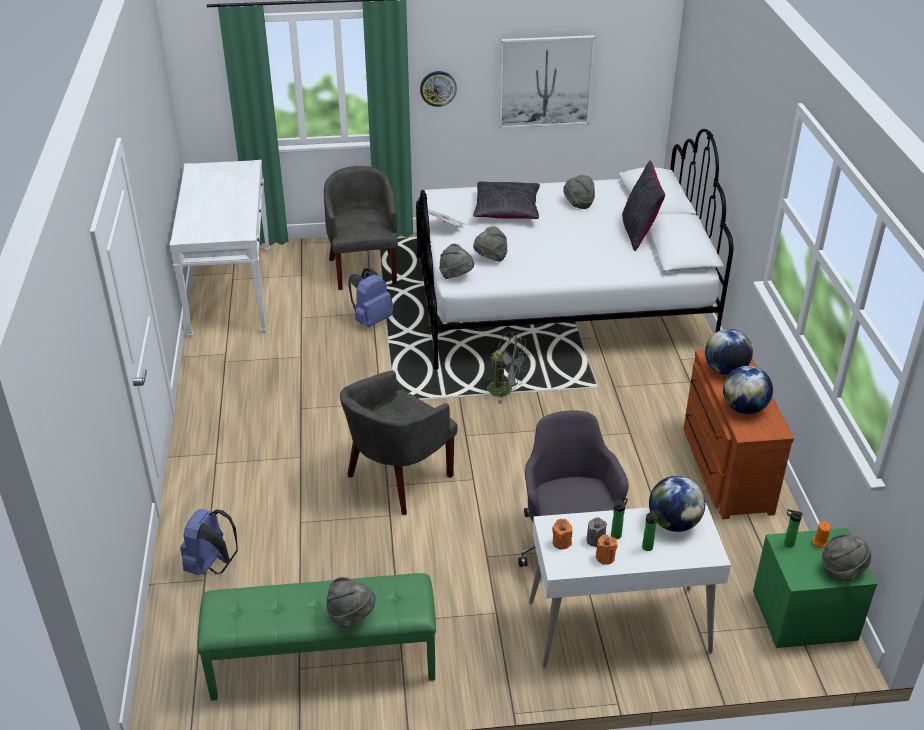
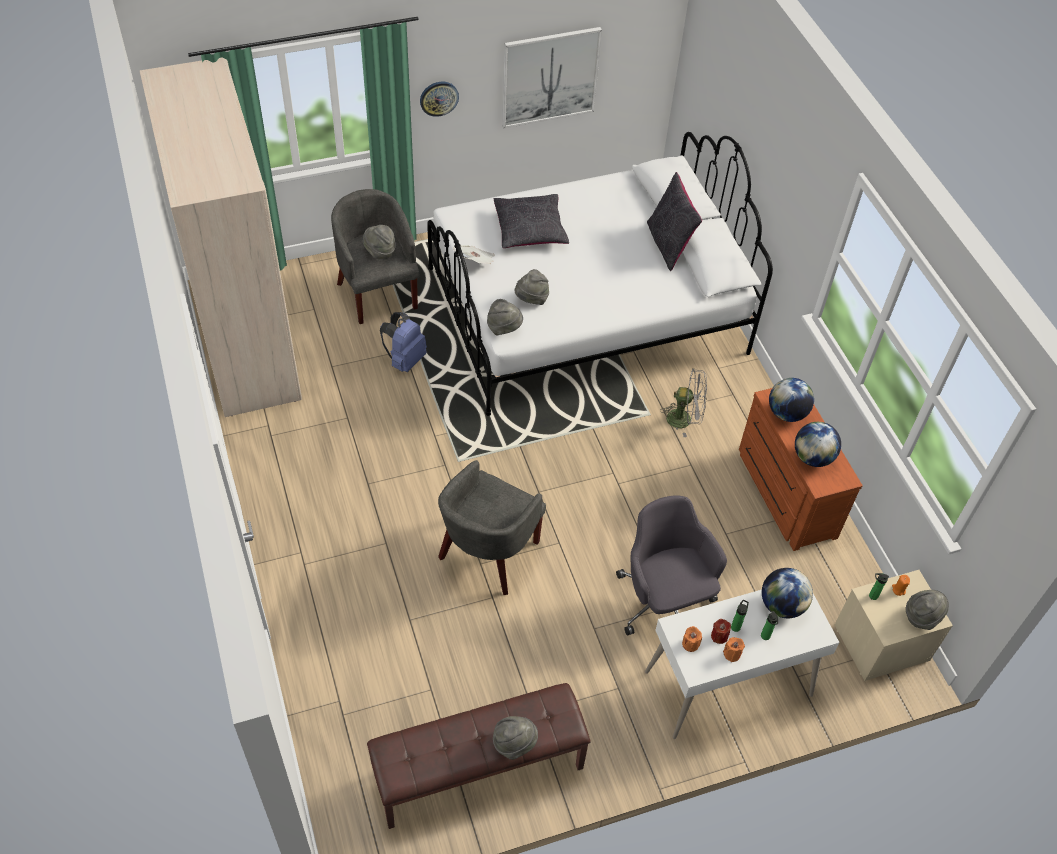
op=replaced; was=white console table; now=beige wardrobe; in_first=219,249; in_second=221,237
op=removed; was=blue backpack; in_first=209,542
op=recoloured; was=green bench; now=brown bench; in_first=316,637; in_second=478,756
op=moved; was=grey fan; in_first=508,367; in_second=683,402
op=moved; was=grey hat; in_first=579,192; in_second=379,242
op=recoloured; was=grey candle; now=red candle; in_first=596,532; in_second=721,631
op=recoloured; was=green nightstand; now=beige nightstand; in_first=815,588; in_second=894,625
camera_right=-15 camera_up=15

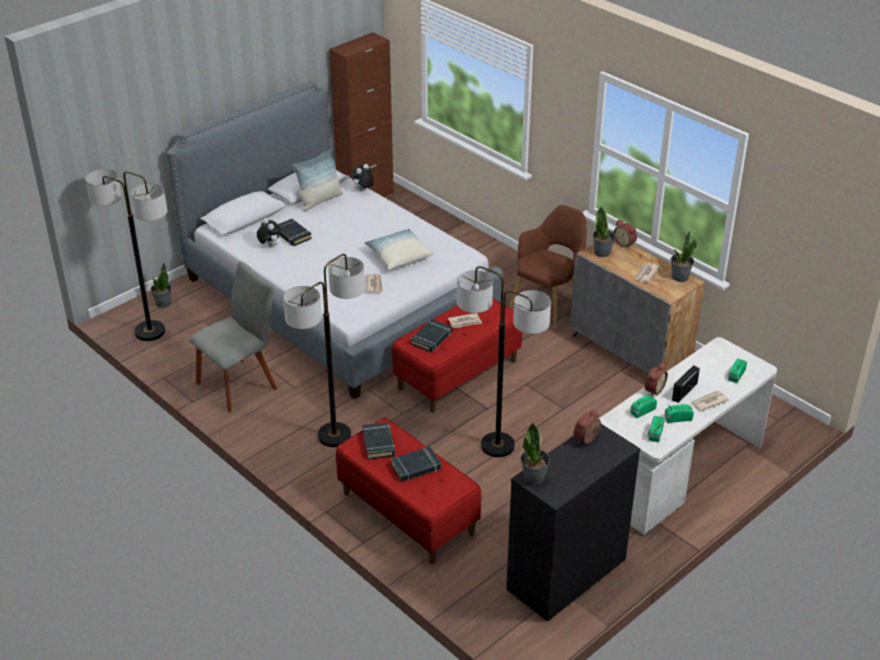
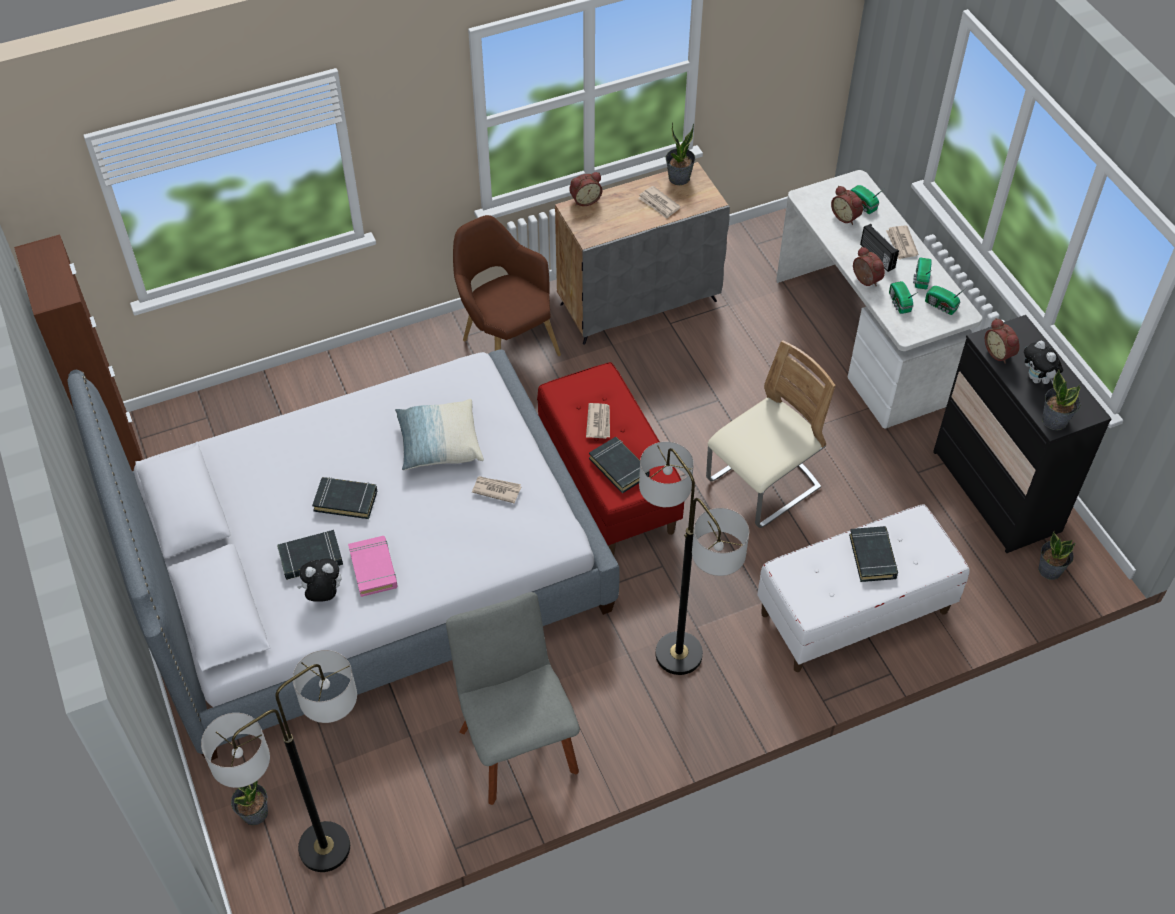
op=removed; was=pillow; in_first=317,180
op=recoloured; was=red bench; now=white bench; in_first=408,491; in_second=863,588
op=moved; was=plush toy; in_first=362,177; in_second=1043,362
op=moved; was=black book; in_first=378,440; in_second=344,498
op=replaced; was=floor lamp; now=beige chair; in_first=504,361; in_second=771,434
op=moved; was=potted plant; in_first=604,232; in_second=1057,555
op=added; now=pink book; in_second=373,566
op=added; now=alarm clock; in_second=847,205
camera_right=-70 camera_up=15

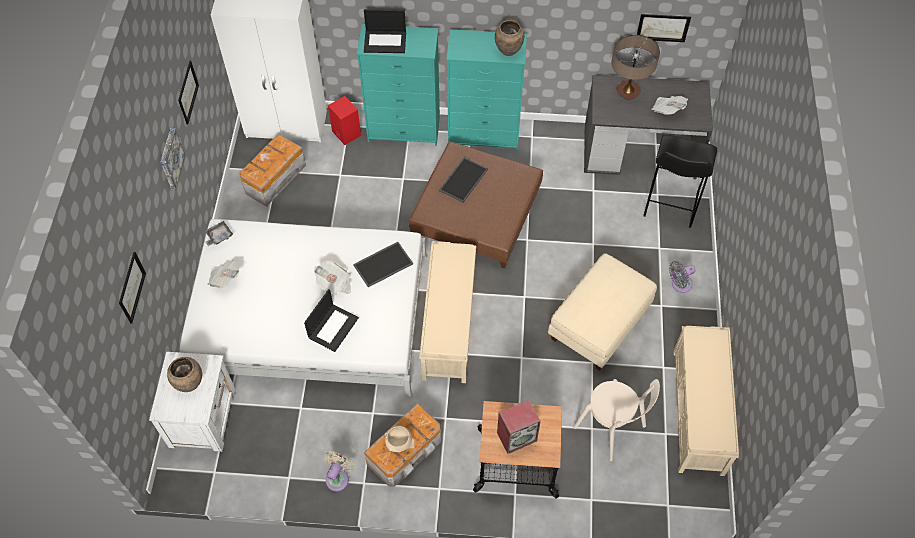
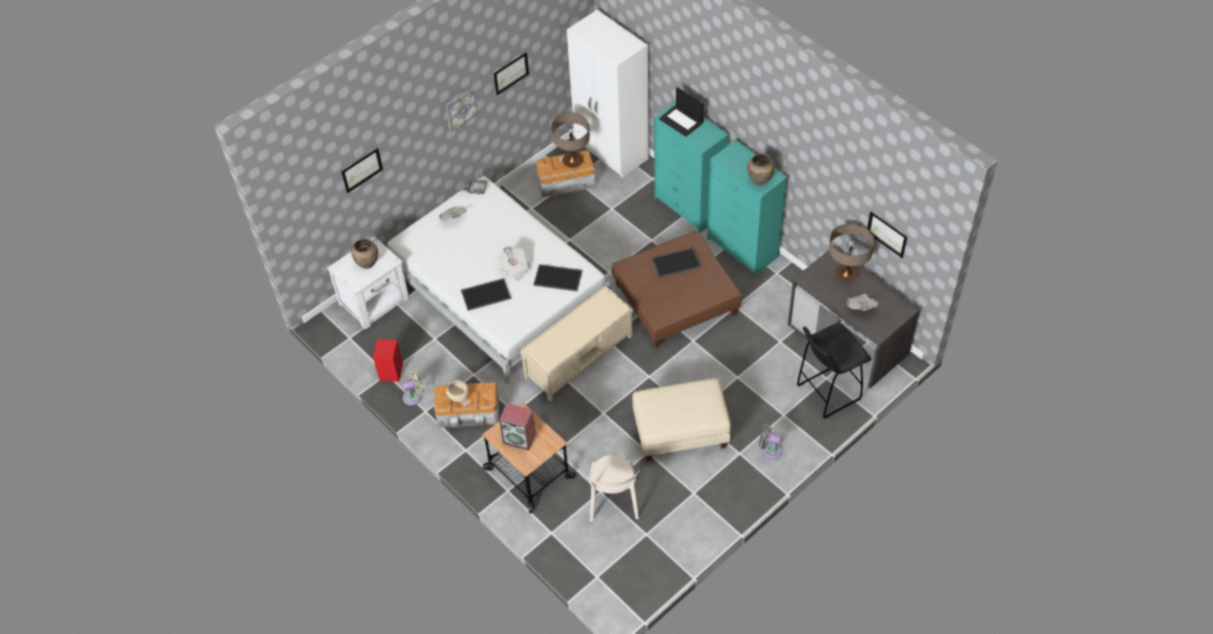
op=replaced; was=laptop; now=tray; in_first=331,320; in_second=486,294
op=moved; was=red speaker; in_first=344,120; in_second=388,360
op=removed; was=beige bench; in_first=706,401
op=added; now=table lamp; in_second=571,140
camera_right=45 camera_up=-5

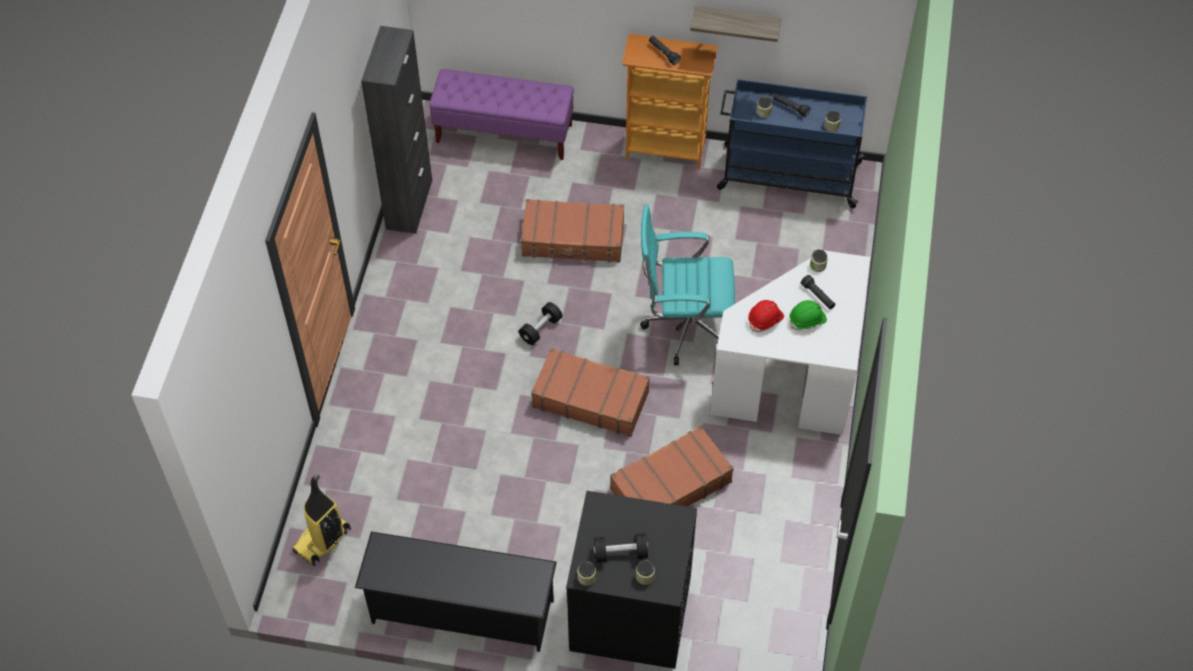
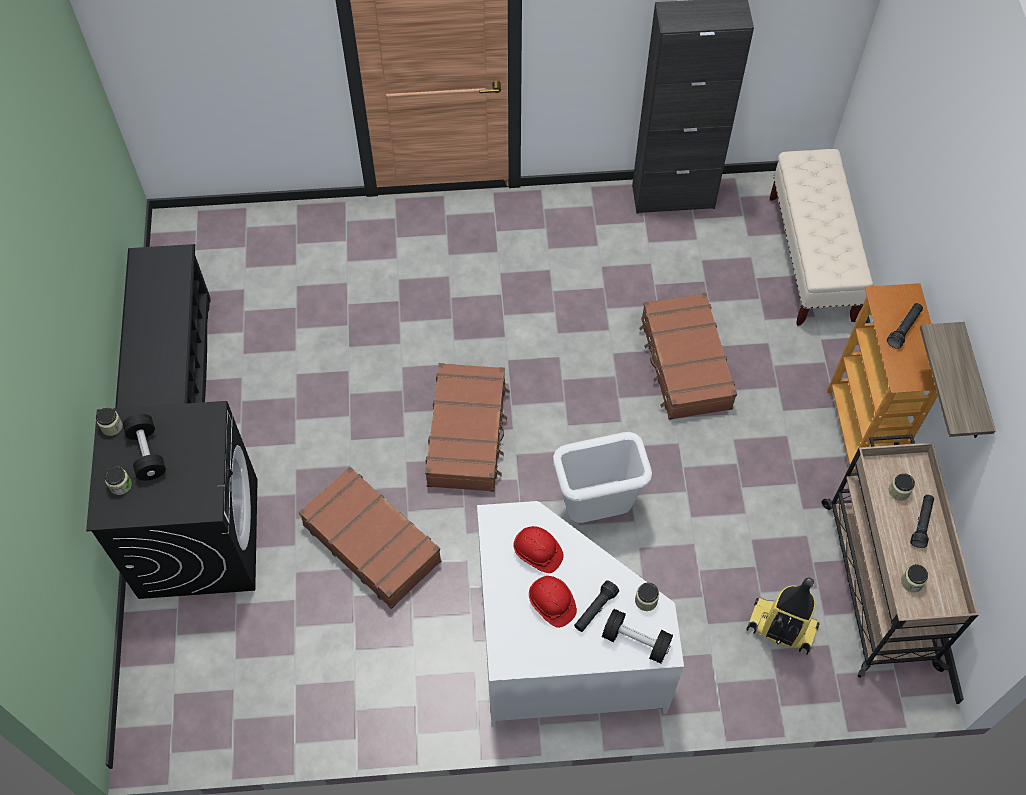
op=moved; was=vacuum cleaner; in_first=321,520; in_second=783,616
op=recoloured; was=purple bench; now=beige bench; in_first=501,114; in_second=821,237
op=moved; was=black dumbbell; in_first=541,323; in_second=637,636
op=replaced; was=turquoise office chair; now=white trash can; in_first=687,284; in_second=602,477
op=recoloured; was=blue cart; now=beige cart; in_first=792,144; in_second=899,556
op=recoloured; was=green hard hat; now=red hard hat; in_first=808,315; in_second=553,602
camera_right=75 camera_up=5

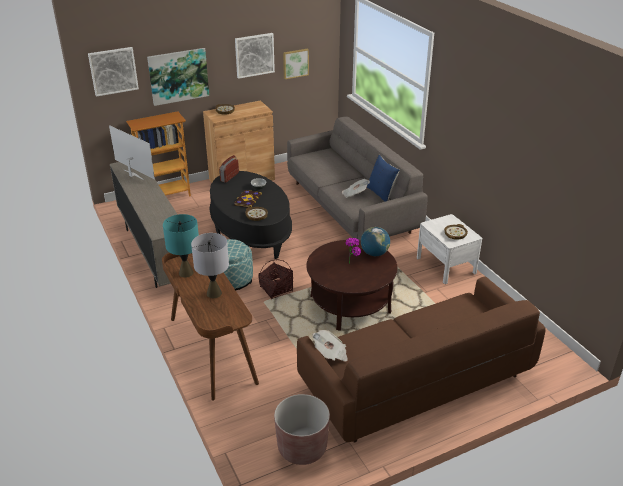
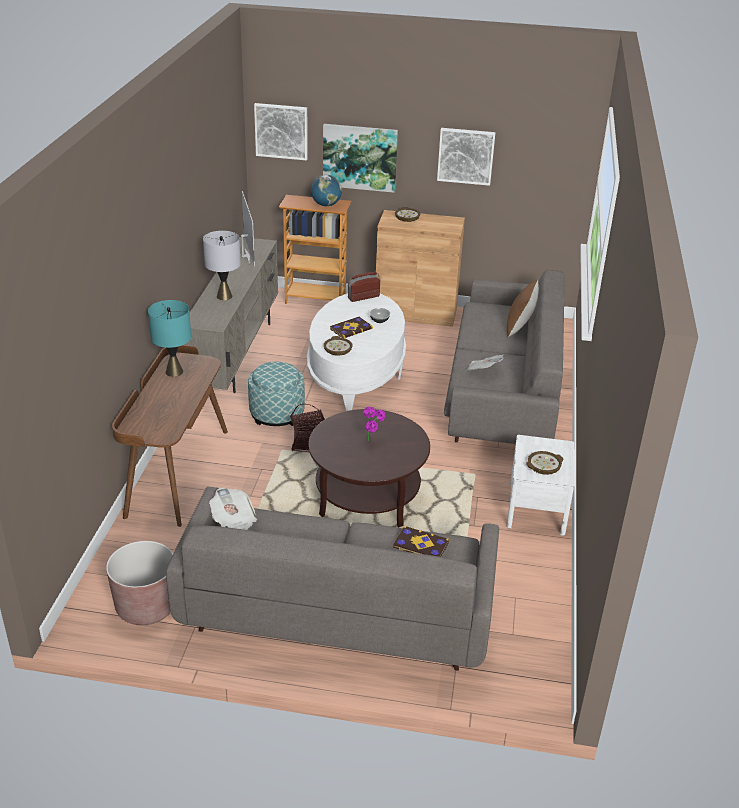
op=moved; was=grey table lamp; in_first=210,265; in_second=222,265
op=recoloured; was=black coffee table; now=white coffee table; in_first=250,215; in_second=356,352
op=removed; was=picture; in_first=296,64
op=recoloured; was=brown sofa; now=grey sofa; in_first=421,359; in_second=332,579
op=moved; was=globe; in_first=375,241; in_second=326,190
op=removed; was=blue pillow; in_first=383,178
op=added; now=book; in_second=421,541
op=added; now=brown pillow; in_second=523,308
camera_right=35 camera_up=0

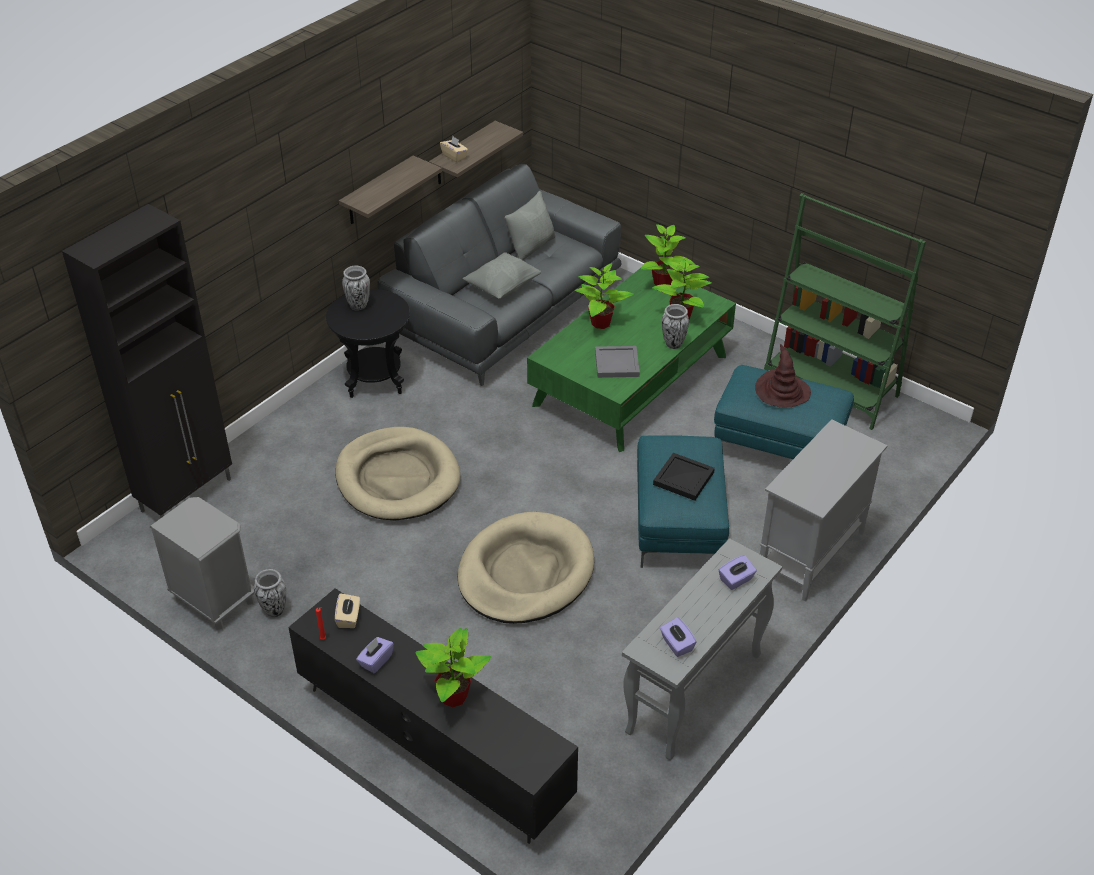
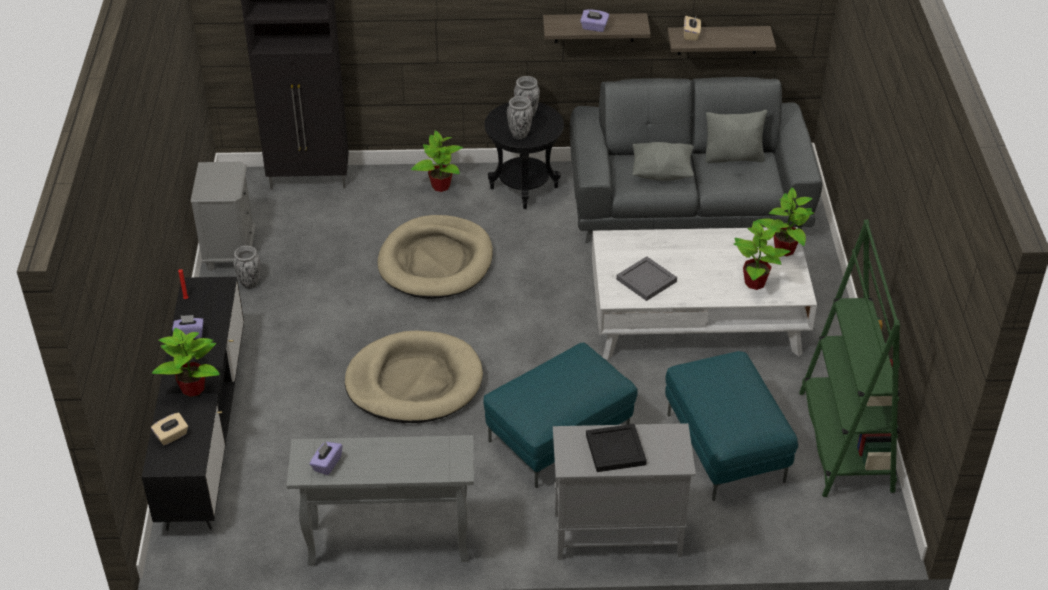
op=moved; was=beige tissue box; in_first=347,610; in_second=169,429
op=recoloured; was=green coffee table; now=white coffee table; in_first=631,360; in_second=704,293
op=moved; was=potted plant; in_first=604,296; in_second=437,161
op=moved; was=black tray; in_first=684,477; in_second=616,448
op=moved; was=vase; in_first=675,326; in_second=520,117
op=moved; was=purple tissue box; in_first=738,572; in_second=594,20
op=removed; was=brown hat; in_first=783,375
camera_right=50 camera_up=0

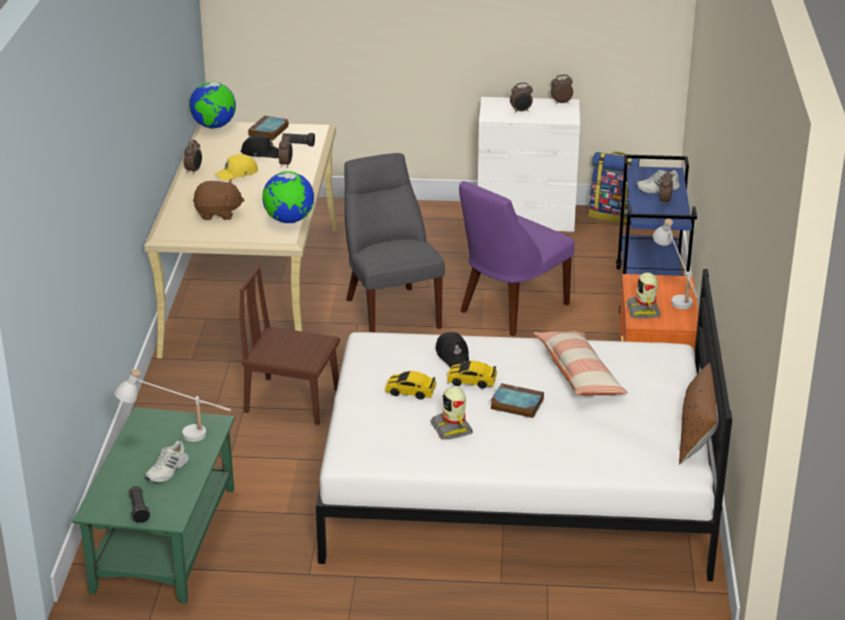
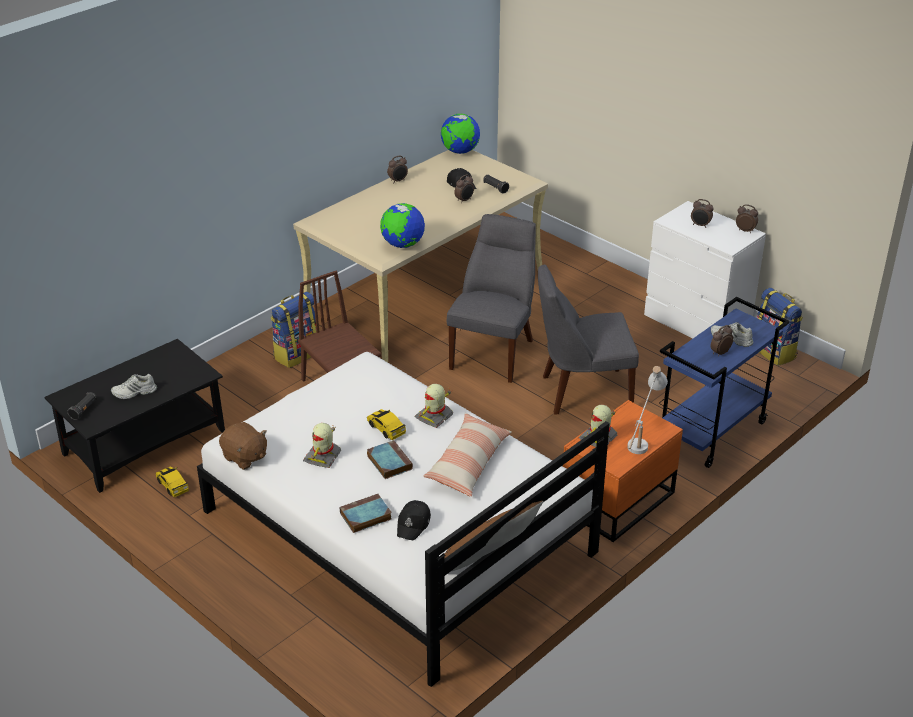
op=recoloured; was=green coffee table; now=black coffee table; in_first=153,505; in_second=134,416
op=removed; was=white table lamp; in_first=172,405
op=moved; was=brown plush toy; in_first=218,199; in_second=243,446
op=removed; was=yellow cap; in_first=236,167
op=moved; was=book; in_first=268,128; in_second=366,513
op=moved; was=toy car; in_first=411,385; in_second=172,482
op=moved; was=black cap; in_first=452,349; in_second=414,520
op=recoloured; was=purple chair; now=grey chair; in_first=516,258; in_second=588,339
op=added; now=backpack; in_second=293,330
op=added; now=toy robot; in_second=434,406
camera_right=40 camera_up=5

